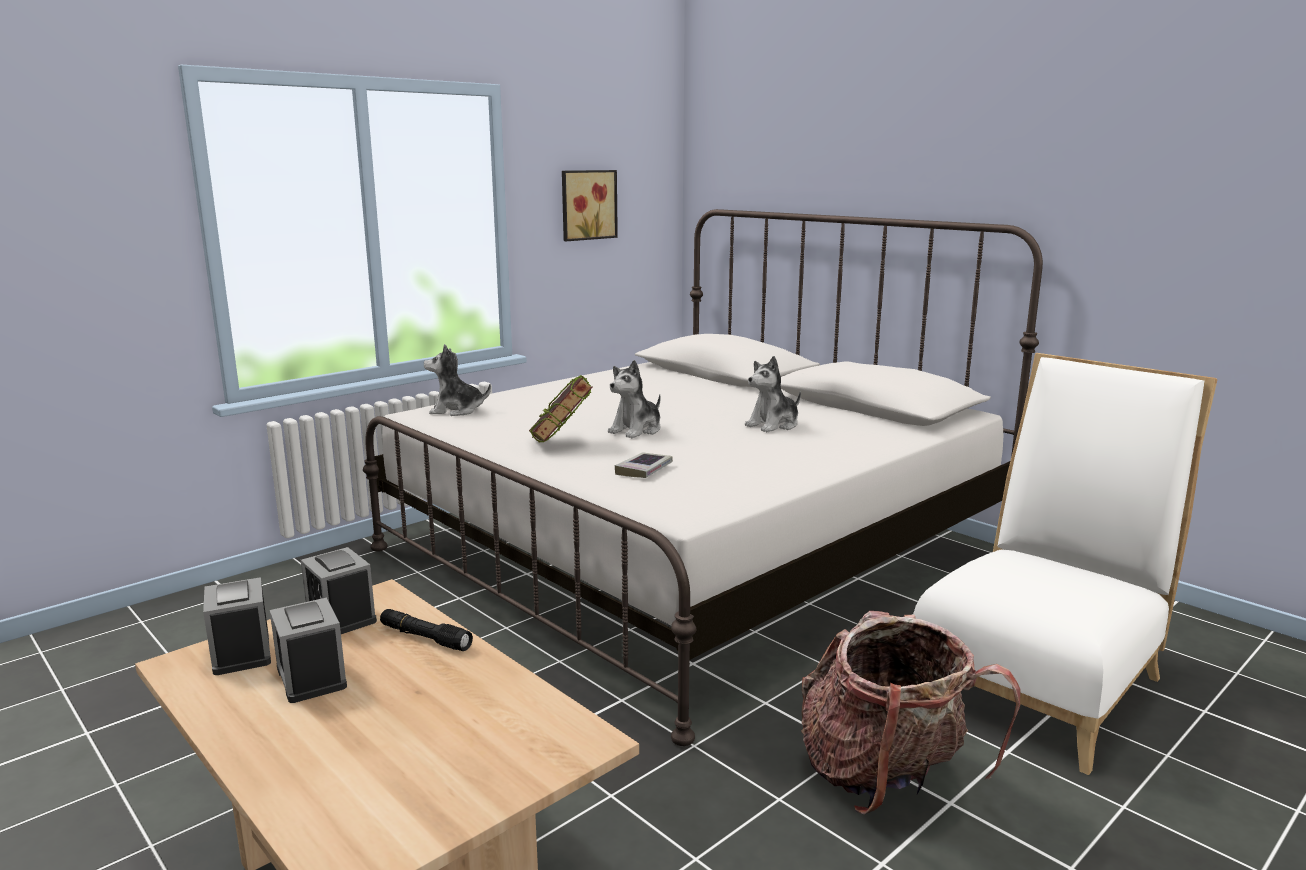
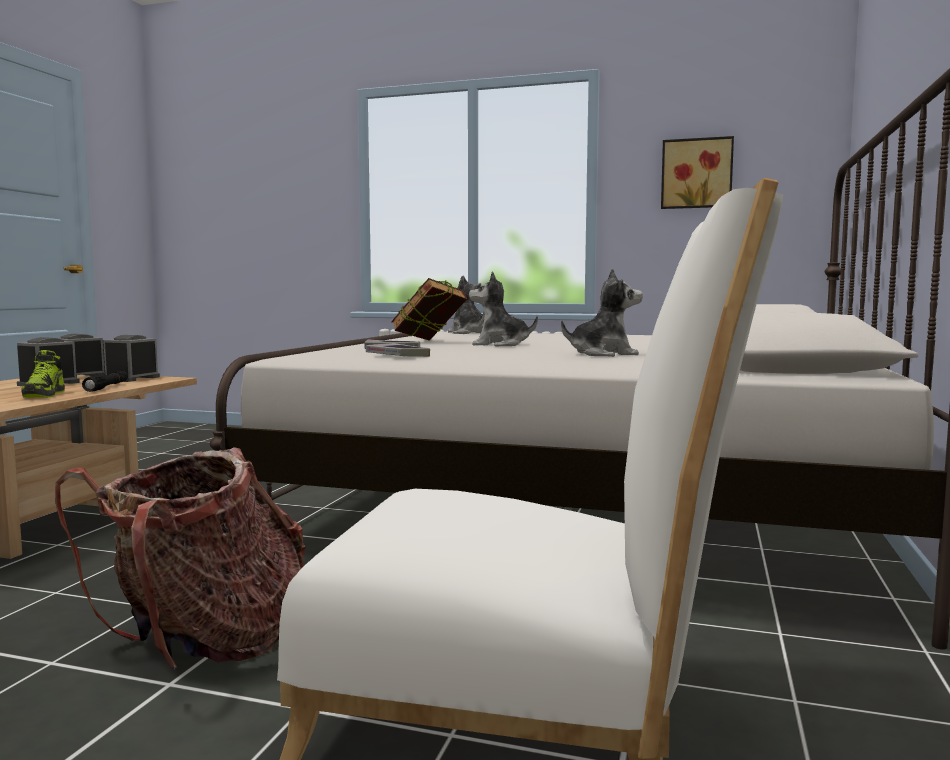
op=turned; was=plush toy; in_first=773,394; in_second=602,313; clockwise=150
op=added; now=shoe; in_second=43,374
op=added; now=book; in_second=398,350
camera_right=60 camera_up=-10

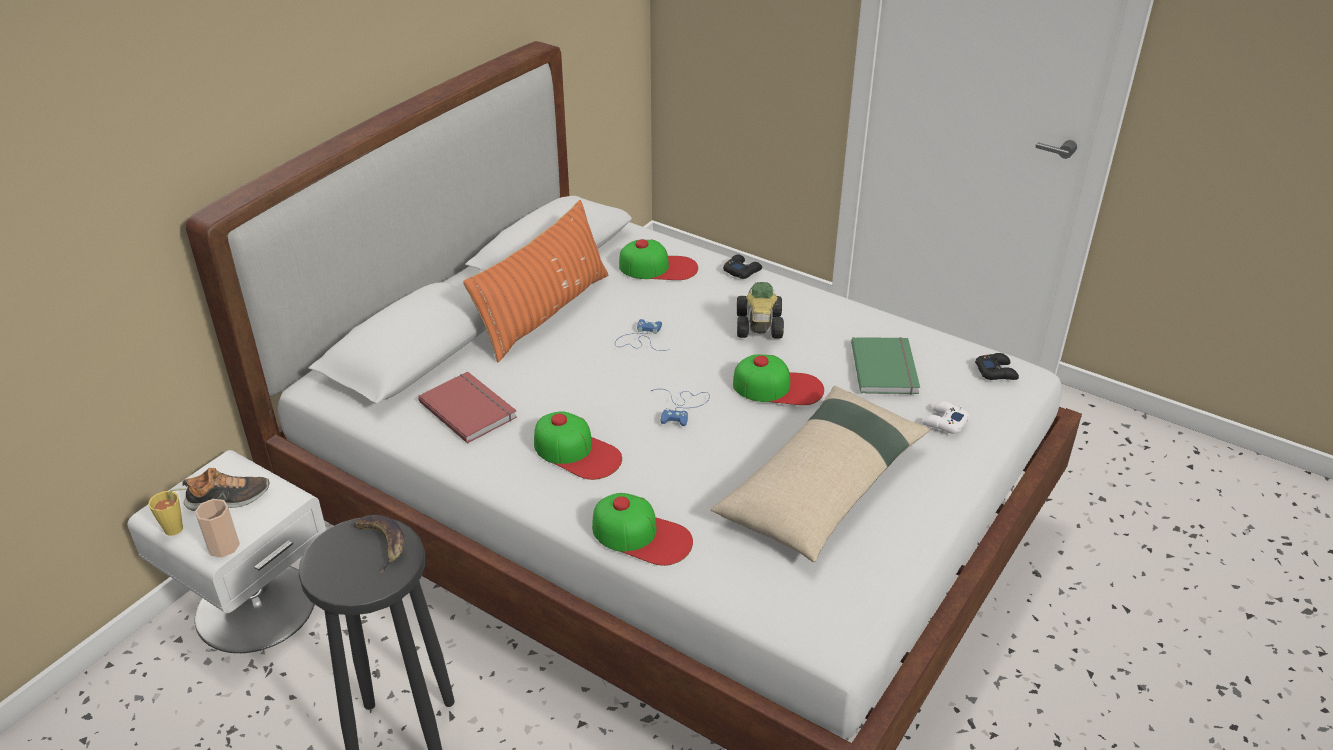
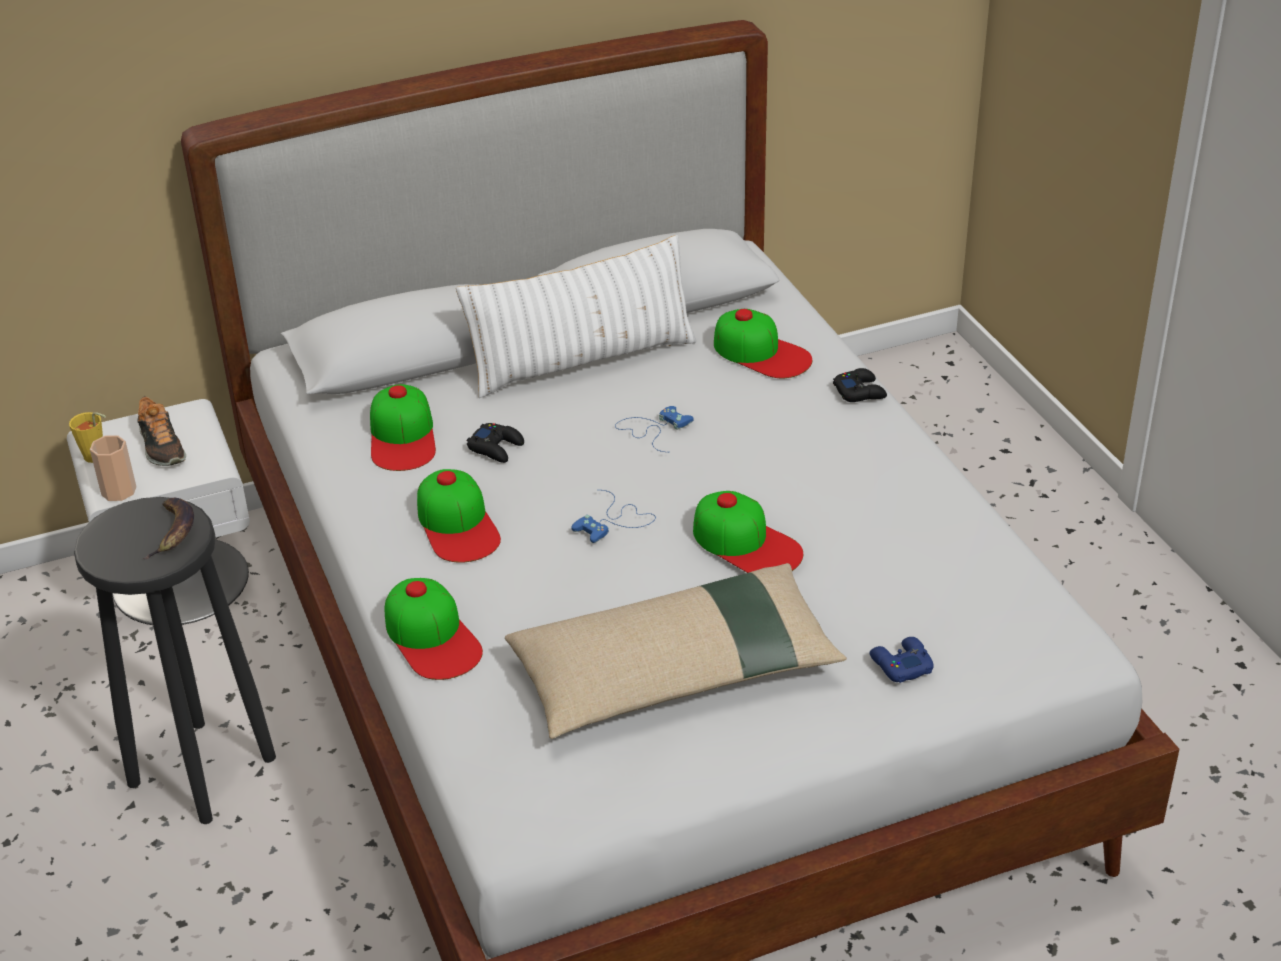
op=turned; was=shoe; in_first=225,489; in_second=161,431; clockwise=45
op=replaced; was=red book; now=cap; in_first=467,408; in_second=403,427
op=recoloured; was=orange pillow; now=white pillow; in_first=535,281; in_second=576,316
op=removed; was=toy car; in_first=760,310
op=removed; was=green book; in_first=885,366
op=recoloured; was=white game controller; now=blue game controller; in_first=946,417; in_second=902,660
op=moved; was=black game controller; in_first=997,366; in_second=495,443
camera_right=35 camera_up=0

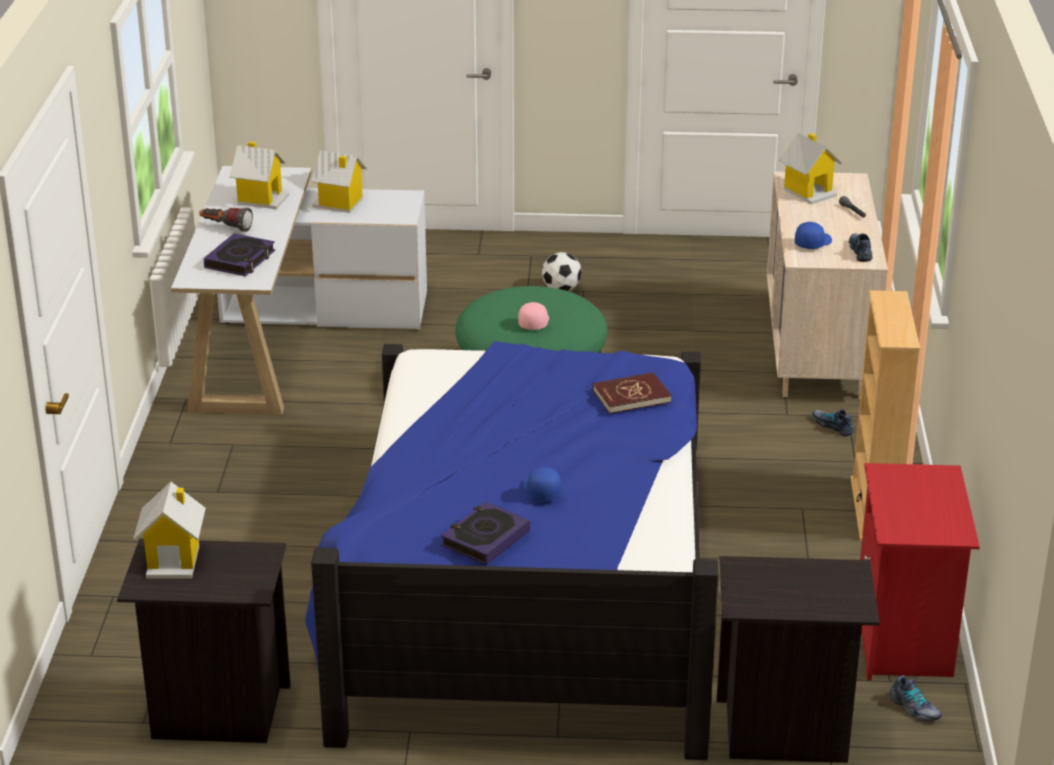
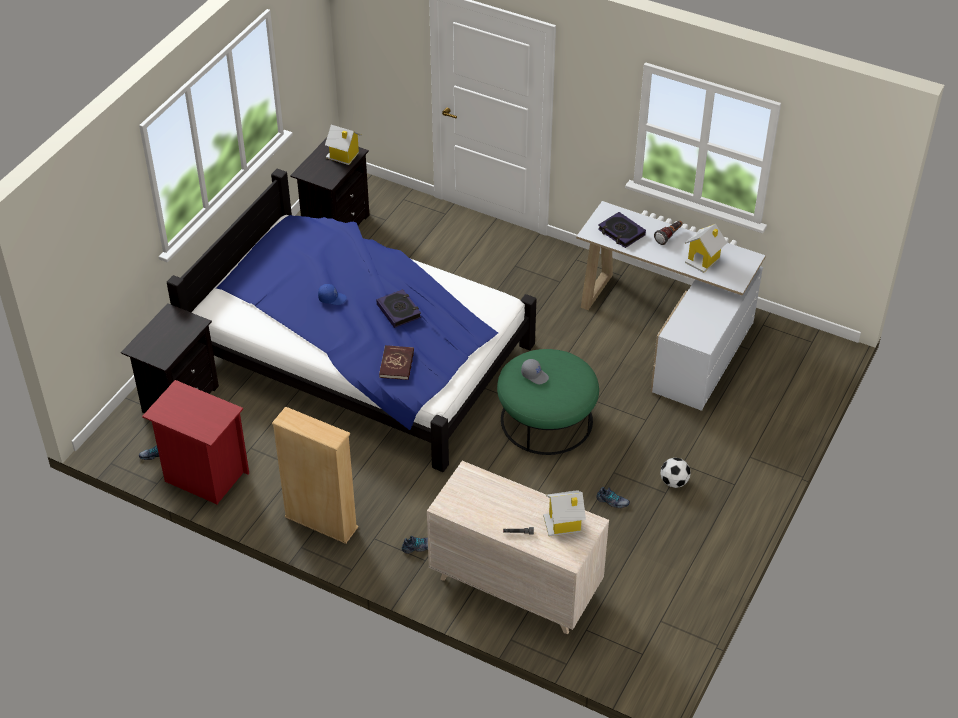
op=removed; was=toy house; in_first=339,181
op=moved; was=book; in_first=485,533; in_second=398,308
op=recoloured; was=pink cap; now=grey cap; in_first=533,316; in_second=535,371
op=removed; was=blue cap; in_first=813,235
op=moved; was=shoe; in_first=860,247; in_second=613,497
camera_right=115 camera_up=15

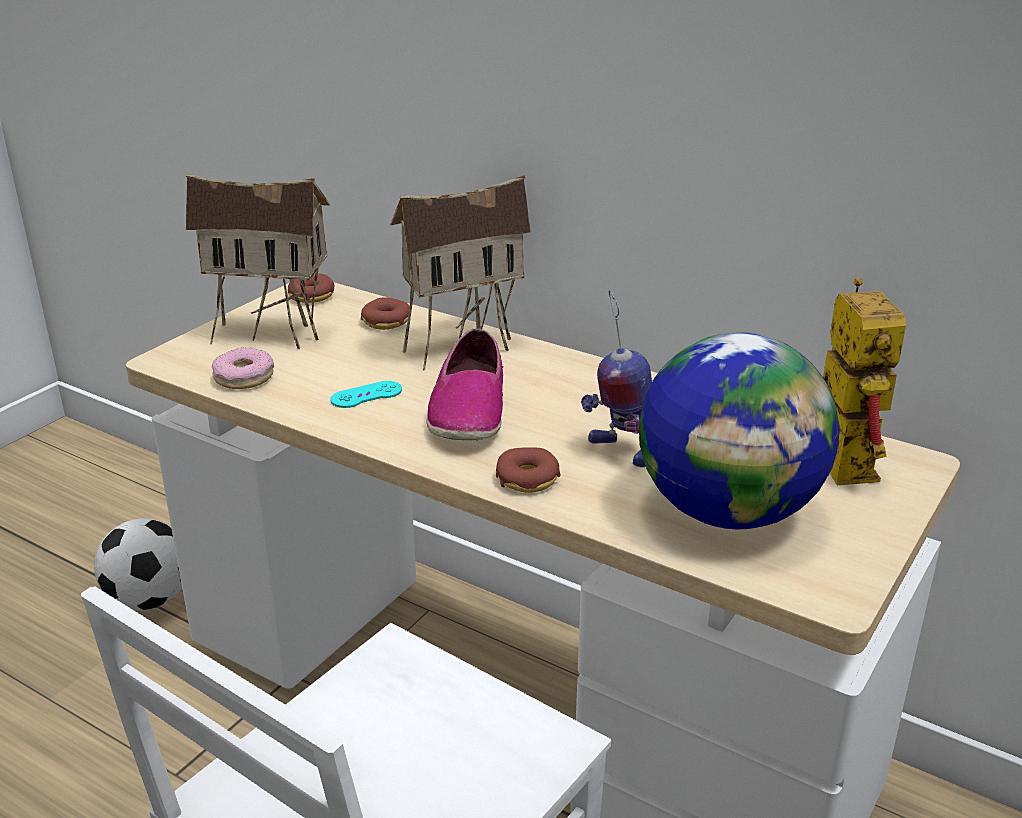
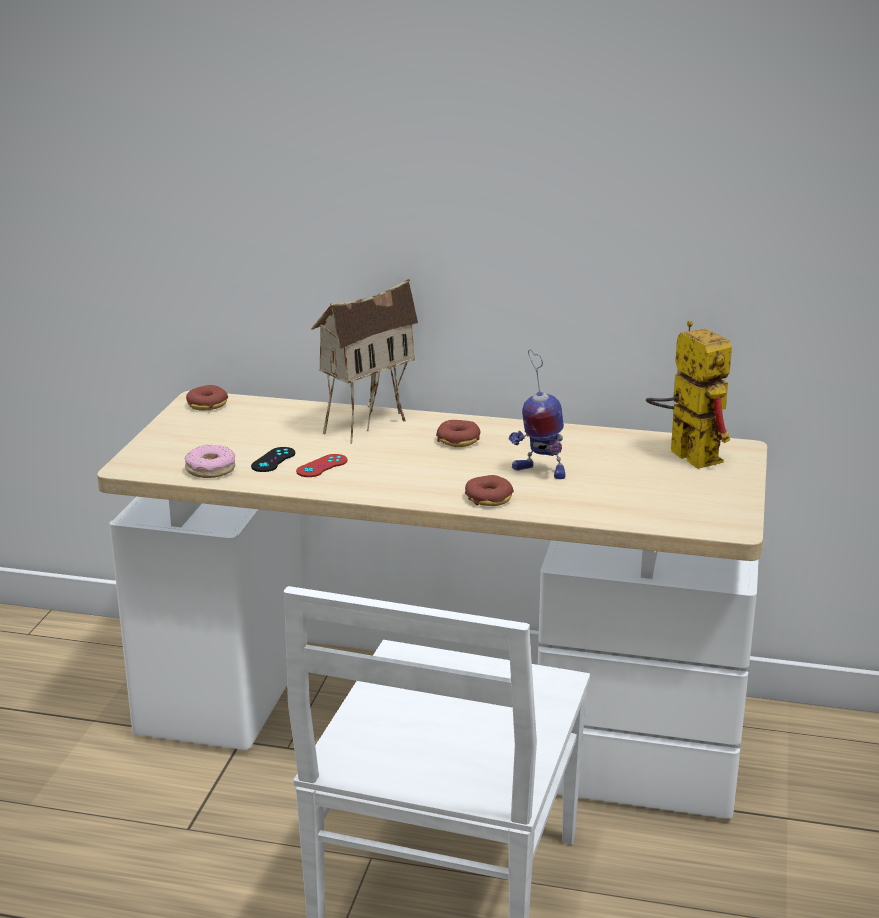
op=removed; was=football; in_first=138,564
op=removed; was=toy house; in_first=258,261
op=recoloured; was=turquoise game controller; now=red game controller; in_first=366,394; in_second=321,465
op=moved; was=donut; in_first=385,313; in_second=458,433
op=removed; was=shoe; in_first=464,384
op=removed; was=globe; in_first=739,430
op=added; now=black game controller; in_second=273,459
camera_right=-20 camera_up=-5

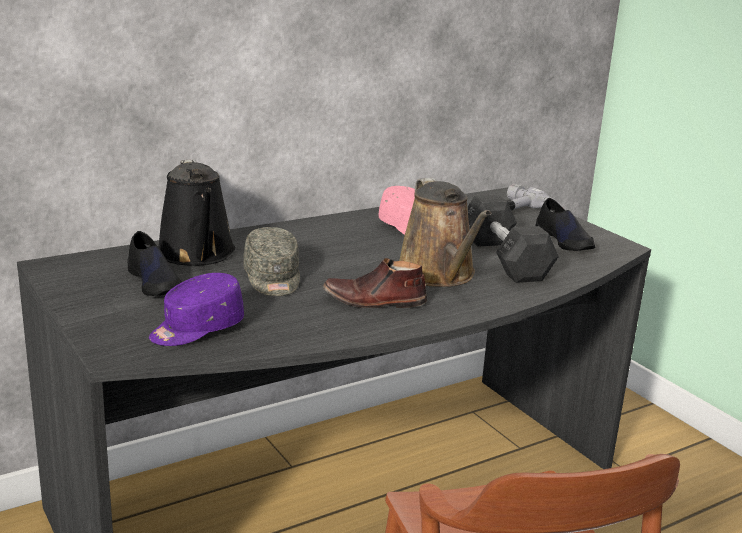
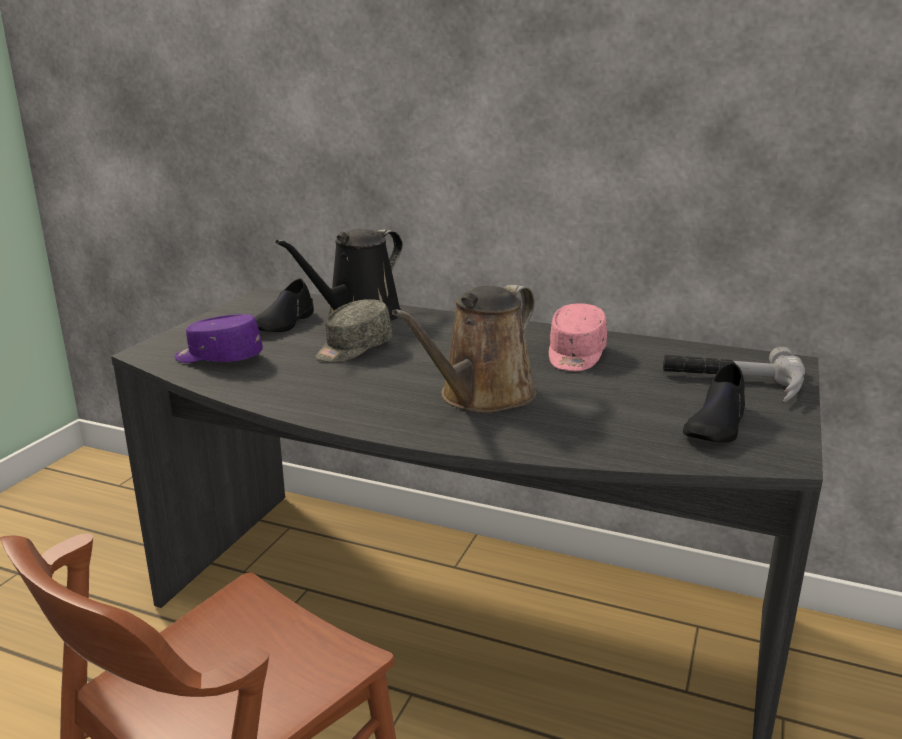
op=removed; was=brown shoe; in_first=375,283
op=removed; was=grey dumbbell; in_first=513,239
camera_right=55 camera_up=0

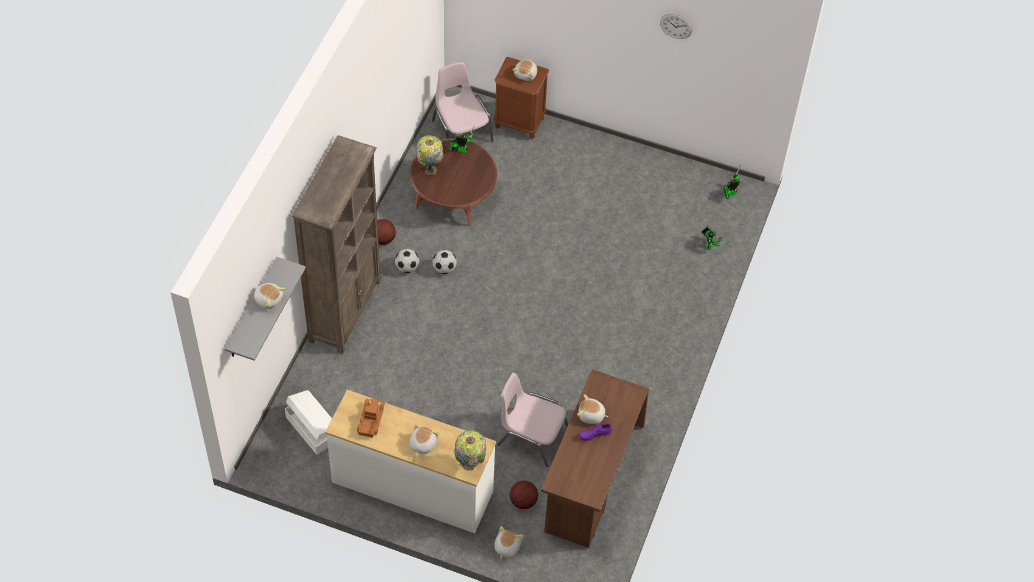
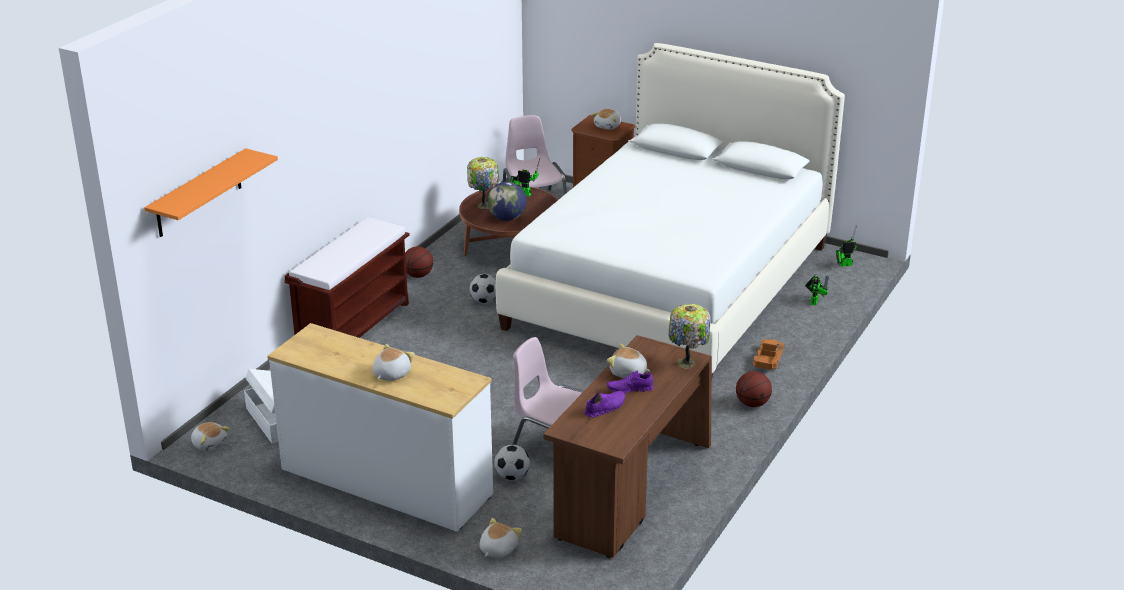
op=recoloured; was=grey shelf; now=orange shelf; in_first=265,309; in_second=211,192
op=moved; was=plush toy; in_first=270,296; in_second=210,436
op=replaced; was=brown bookcase; now=brown bench; in_first=336,244; in_second=347,277
op=moved; was=toy truck; in_first=371,418; in_second=769,354
op=moved; was=football; in_first=407,261; in_second=512,462
op=moved; was=table lamp; in_first=470,450; in_second=689,336
op=moved; was=basketball; in_first=524,494; in_second=754,389
op=removed; was=wall clock; in_first=676,26
op=added; now=globe; in_second=506,201
op=added; now=white bed; in_second=670,210
op=added; now=purple shoe; in_second=604,404
camera_right=10 camera_up=-25

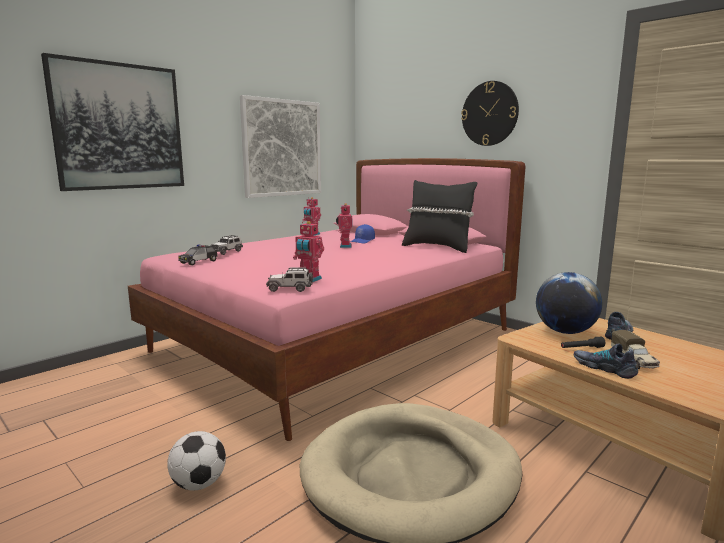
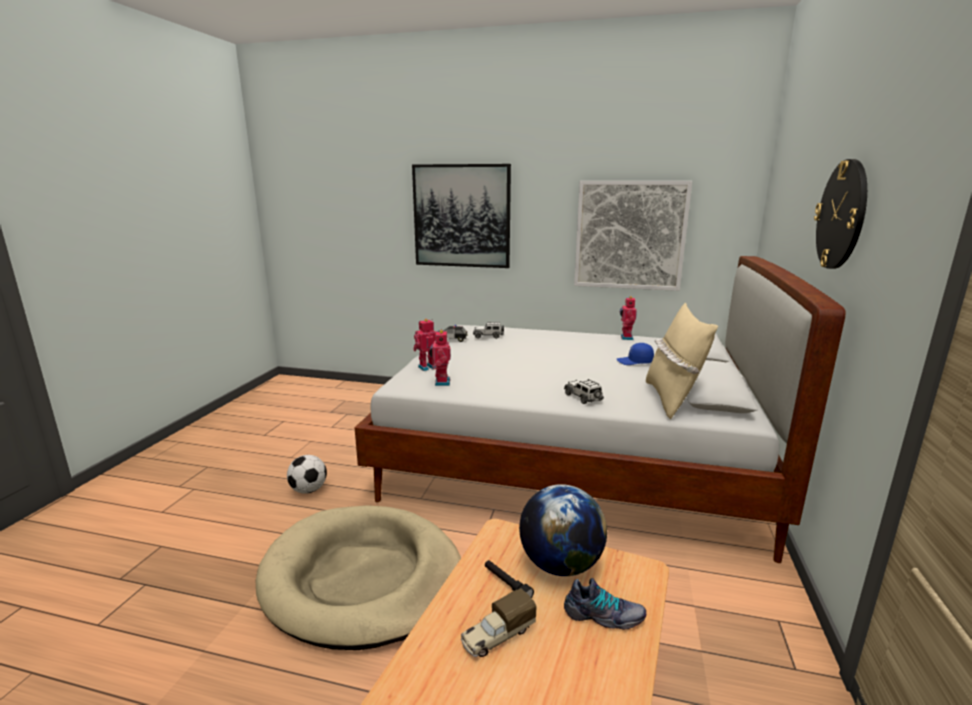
op=recoloured; was=pink bed; now=white bed; in_first=327,299; in_second=600,409
op=moved; was=toy car; in_first=289,280; in_second=584,391
op=moved; was=toy robot; in_first=344,225; in_second=425,345
op=recoloured; was=black pillow; now=beige pillow; in_first=439,216; in_second=682,361
op=removed; was=shoe; in_first=606,361
camera_right=60 camera_up=5

